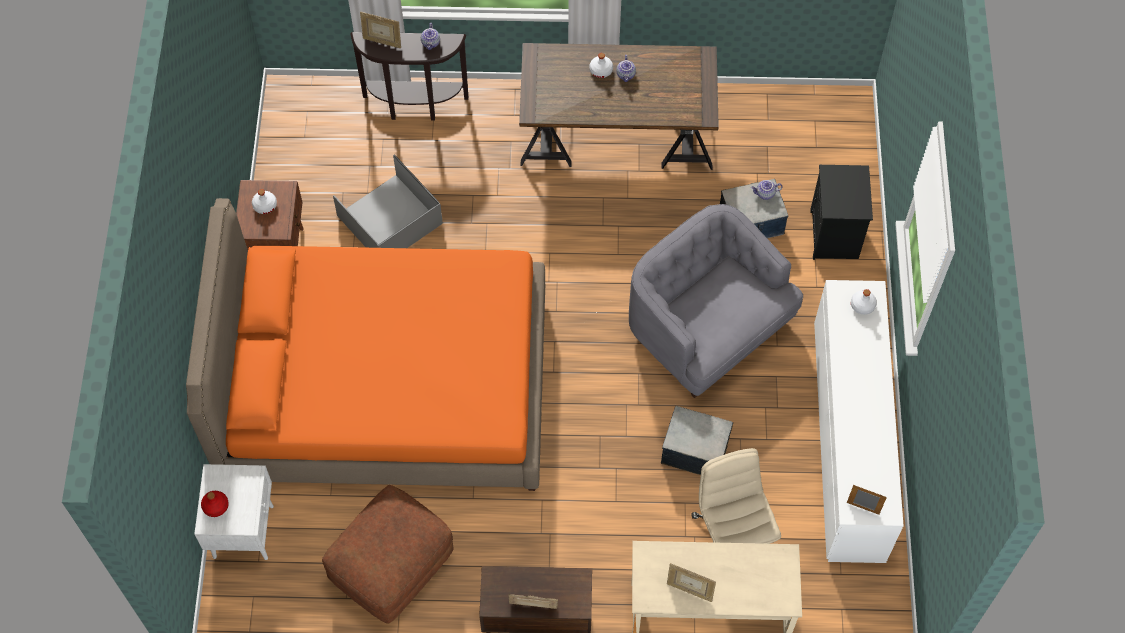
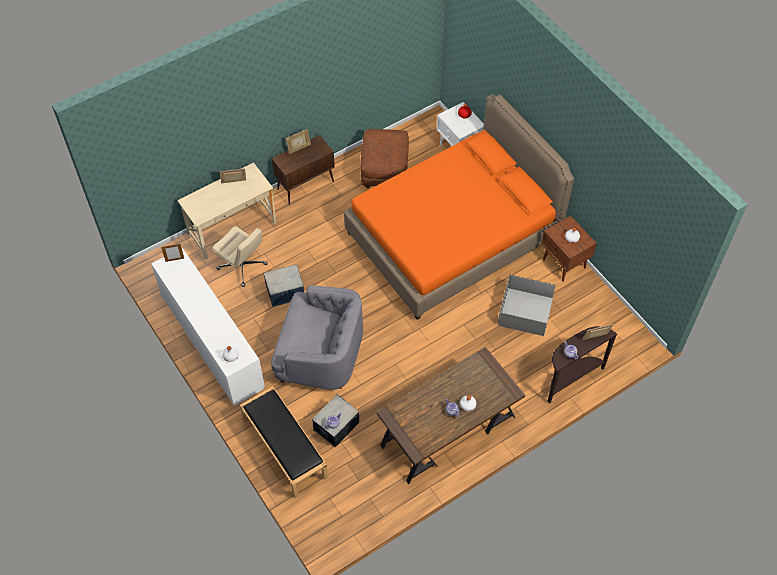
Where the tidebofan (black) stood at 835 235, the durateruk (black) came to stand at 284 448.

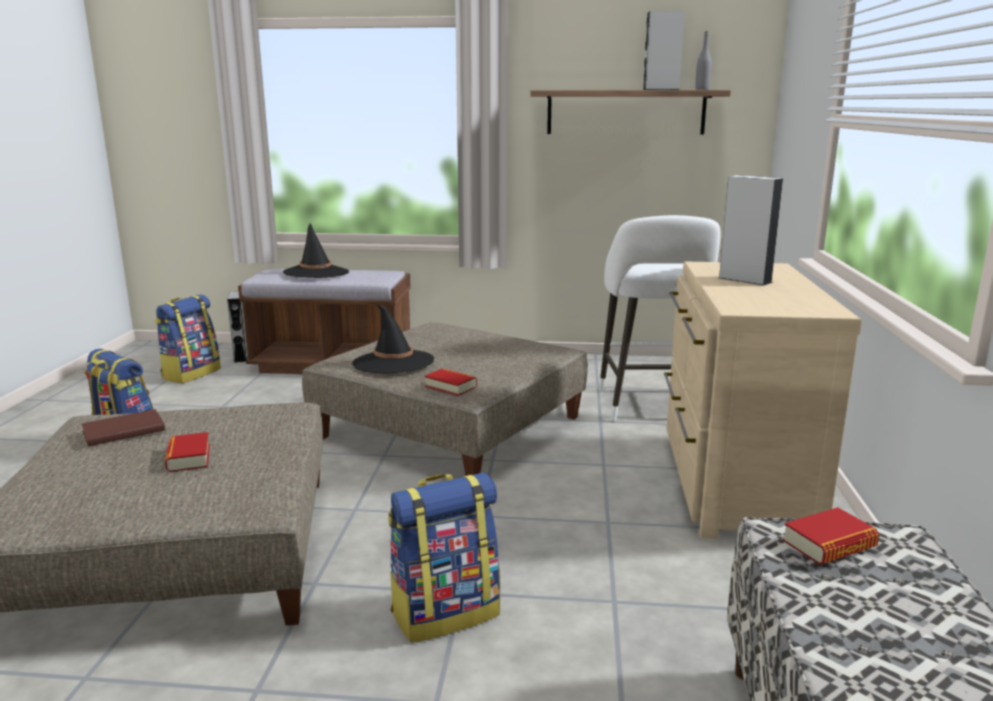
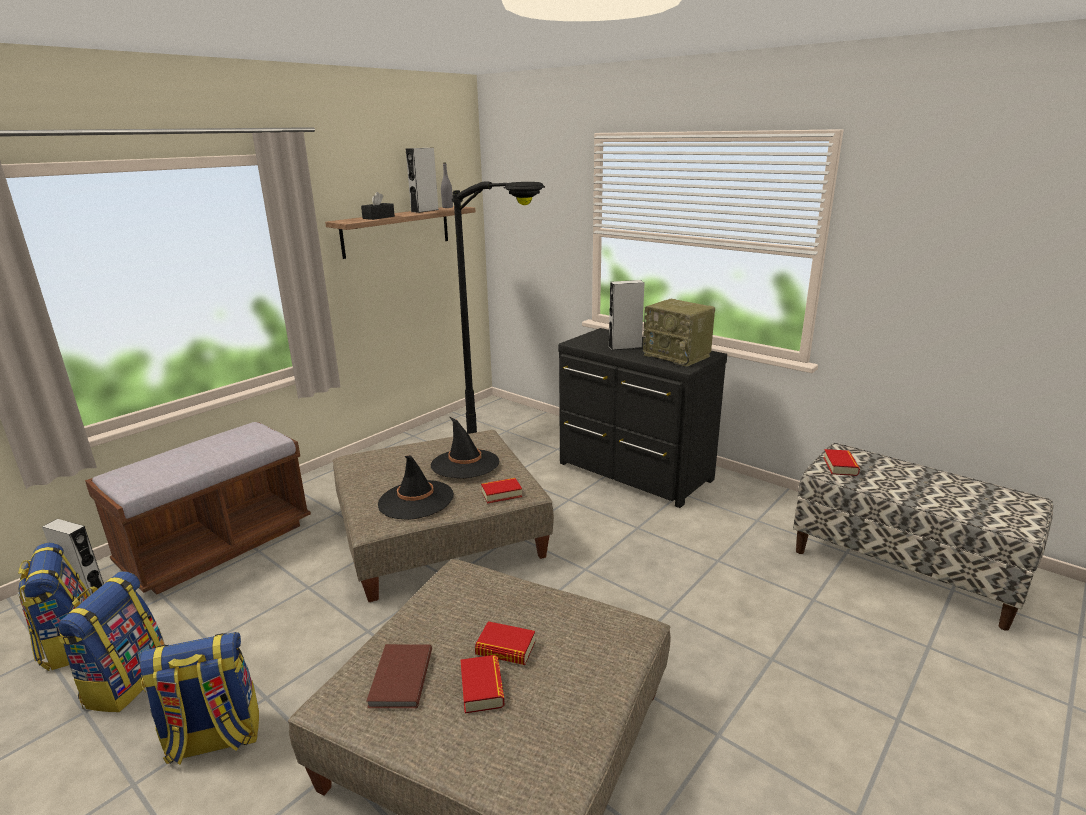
Where the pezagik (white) stood at 649 407, the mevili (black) came to stand at 513 452.
The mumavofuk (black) ended up elsewhere, having gone from 316 273 to 465 464.
What was the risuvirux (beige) at 731 483 turned into the risuvirux (black) at 633 473.
The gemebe ended up elsewhere, having gone from 445 612 to 126 681.
The second view gained the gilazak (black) at 378 217.
The second view gained the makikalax at 678 356.
The second view gained the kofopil at 482 688.

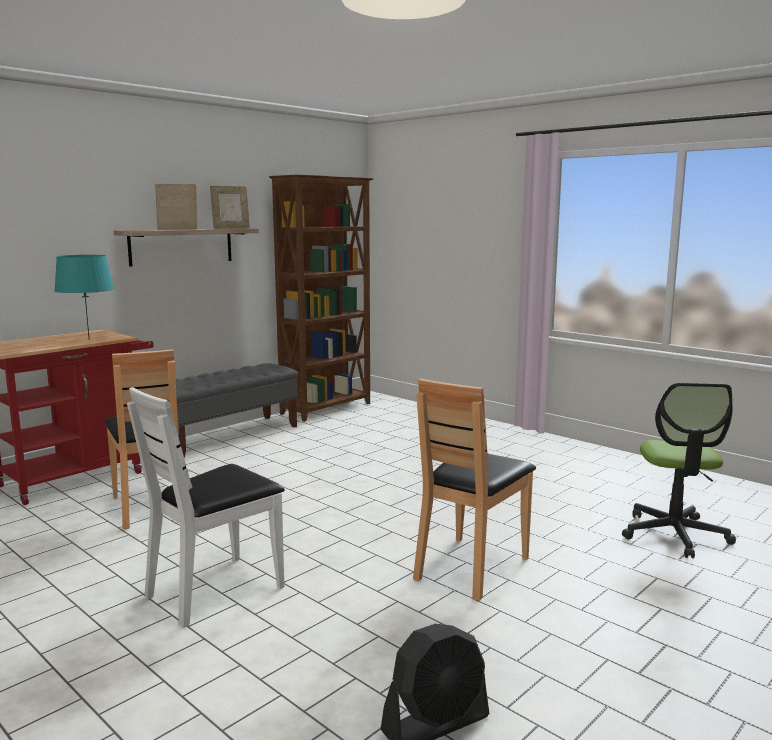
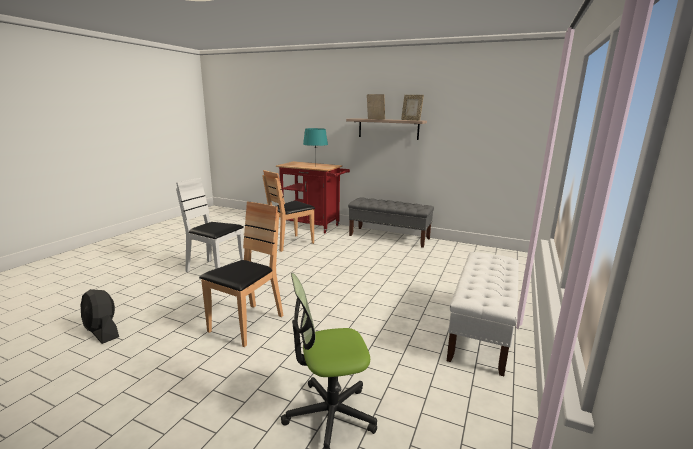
The second view lost the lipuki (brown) at 327 409.
The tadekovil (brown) at 471 567 ended up facing another way, 105 degrees clockwise from before.
The second view gained the durateruk (white) at 481 330.

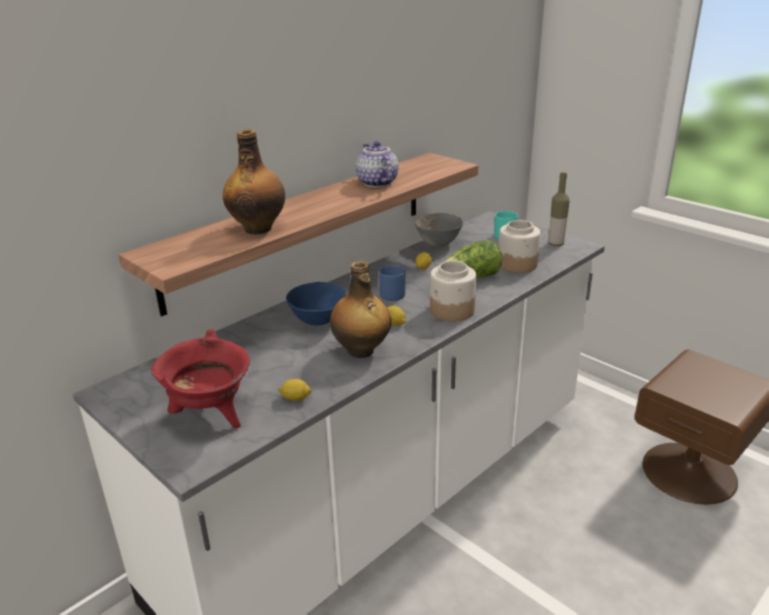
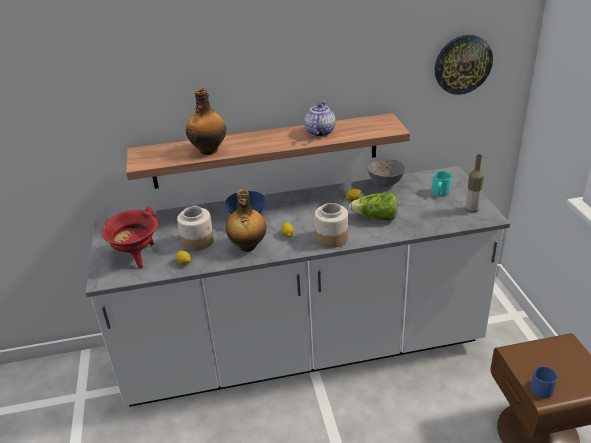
The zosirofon ended up elsewhere, having gone from 517 264 to 198 241.
The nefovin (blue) ended up elsewhere, having gone from 391 293 to 541 388.
The second view gained the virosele at 462 64.

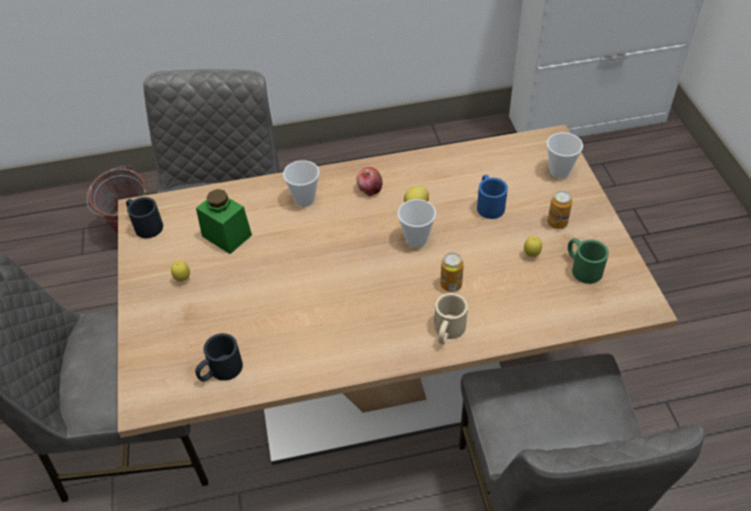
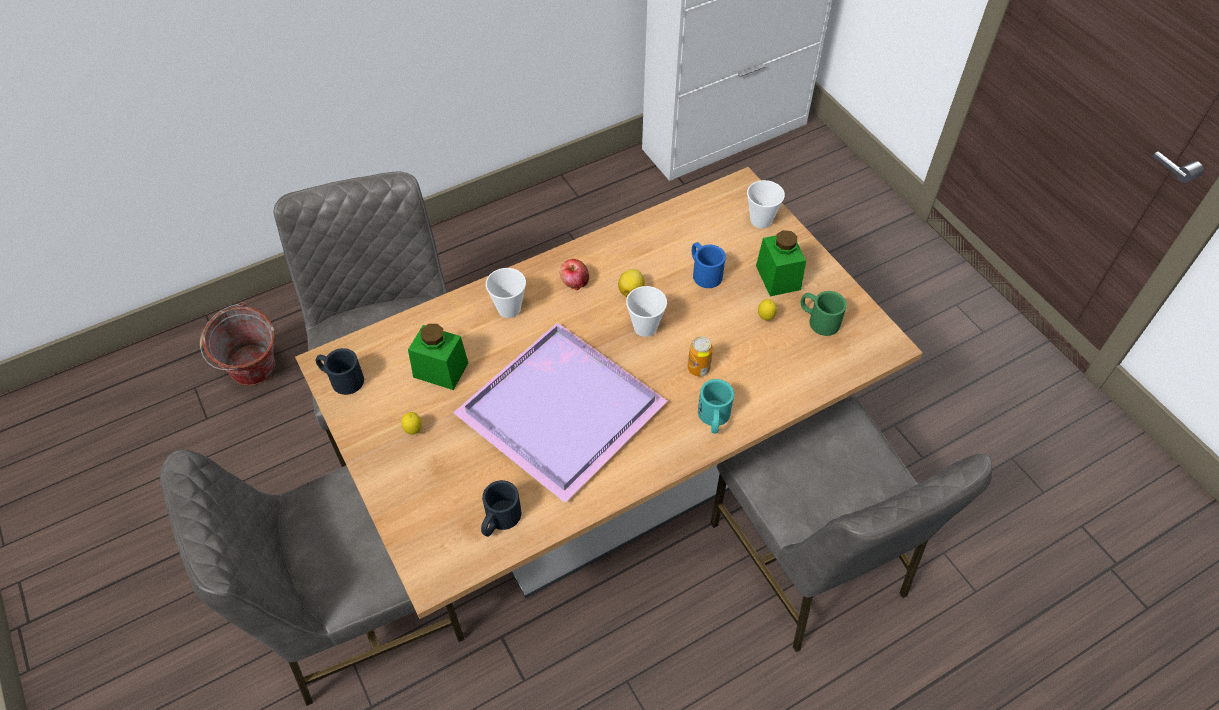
Where the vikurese stood at 557 223, the zosirofon (green) came to stand at 778 277.
What was the nefovin (beige) at 447 332 turned into the nefovin (turquoise) at 714 419.
The second view gained the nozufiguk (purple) at 560 407.

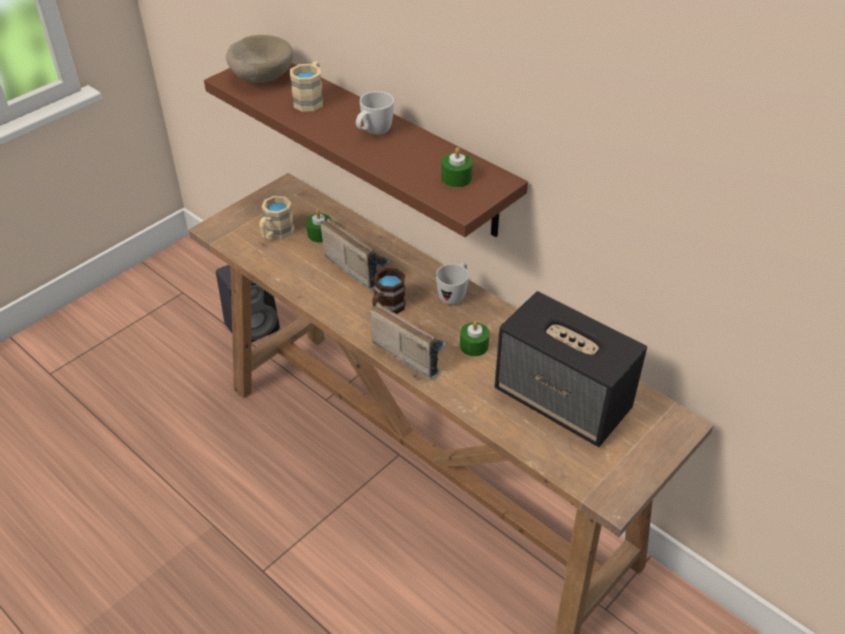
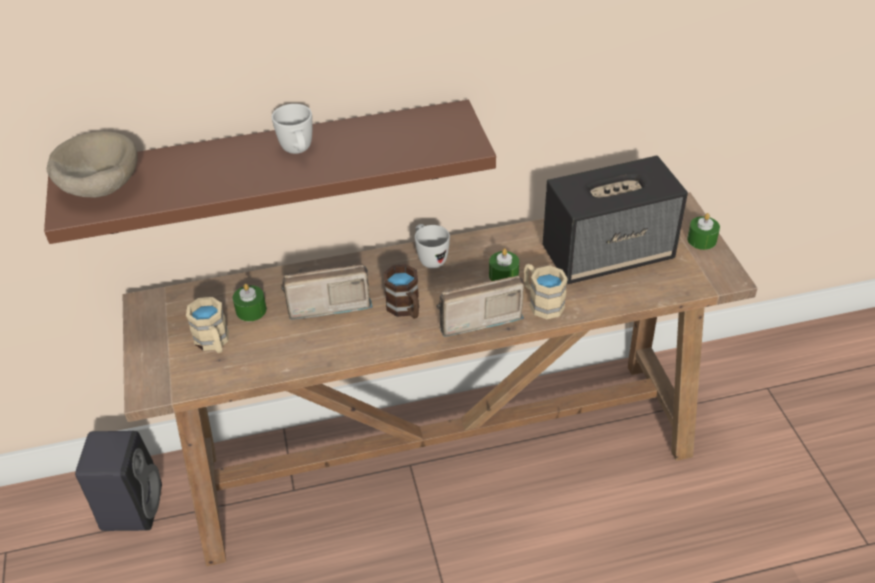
The nefovin (beige) ended up elsewhere, having gone from 311 99 to 541 302.
The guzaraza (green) ended up elsewhere, having gone from 456 178 to 701 240.

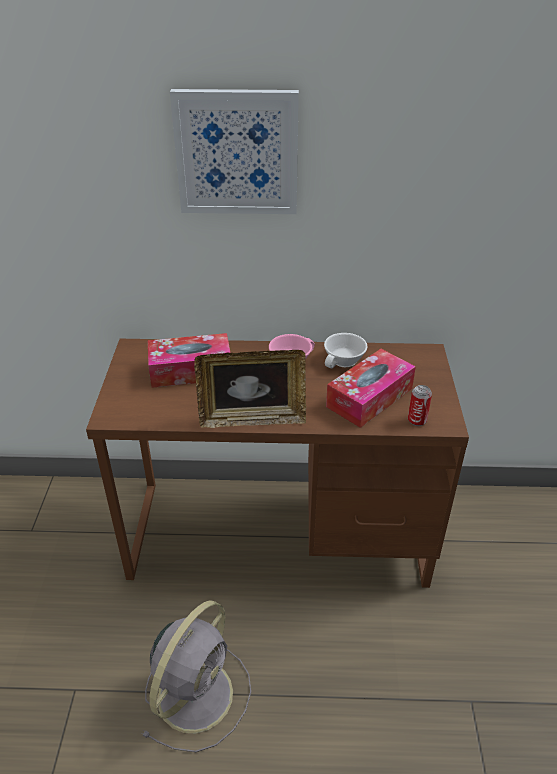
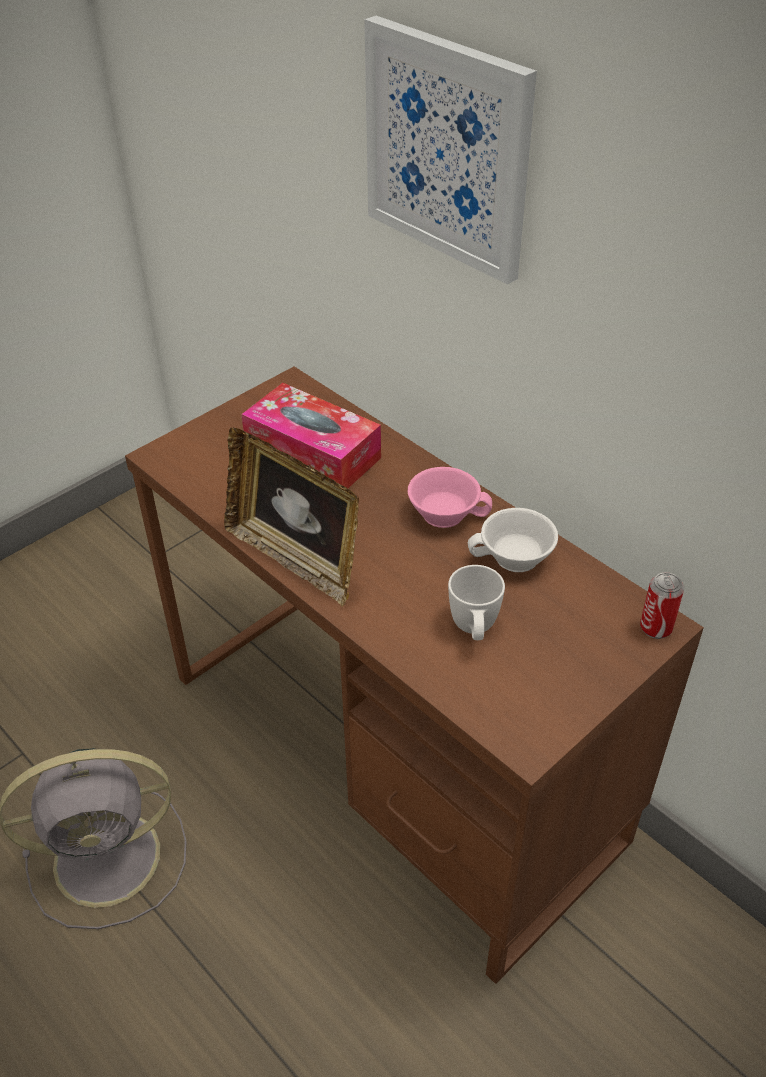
Where the gilazak stood at 369 397, the nefovin (white) came to stand at 474 630.
The vikurese ended up elsewhere, having gone from 417 420 to 655 628.

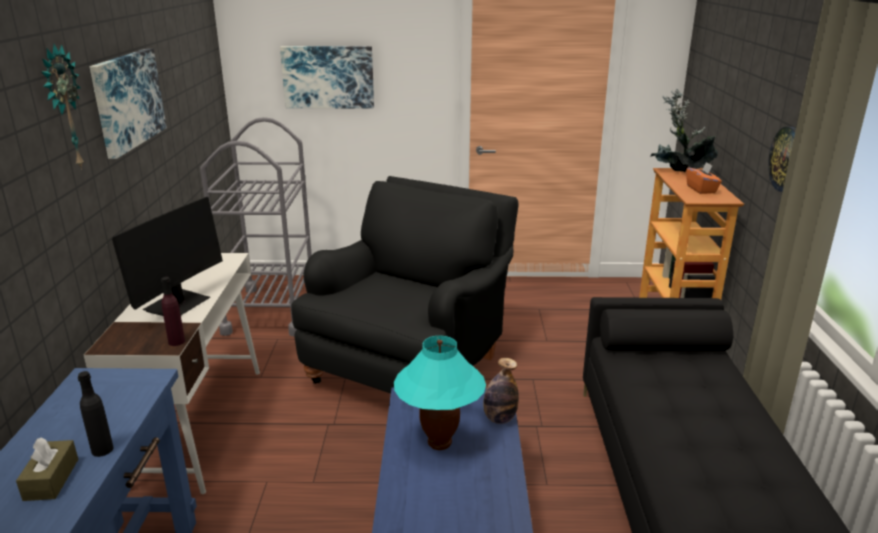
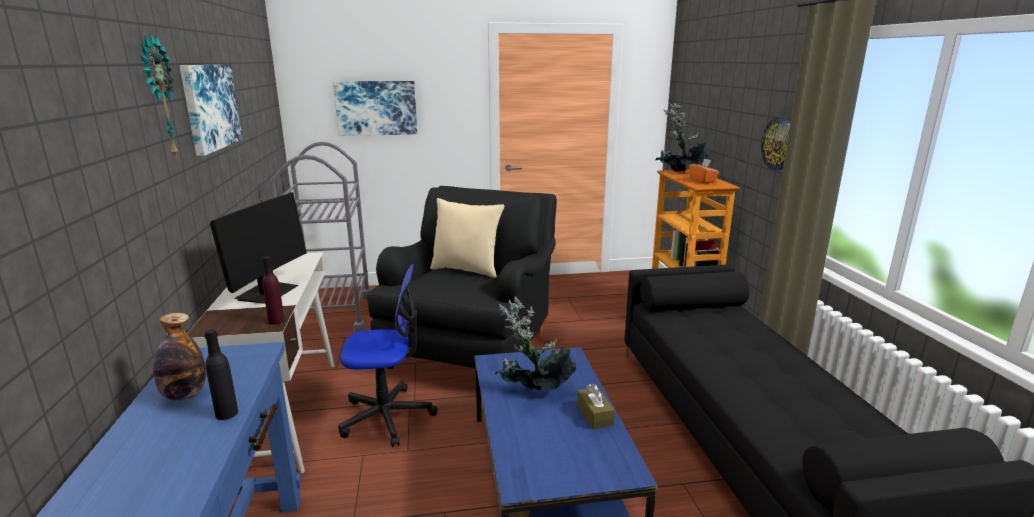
Where the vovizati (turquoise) stood at 439 443, the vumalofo came to stand at 532 394.
The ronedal ended up elsewhere, having gone from 499 419 to 184 395.
The gilazak (brown) ended up elsewhere, having gone from 51 479 to 594 415.
The second view gained the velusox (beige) at 466 270.
The second view gained the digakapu at 387 416.

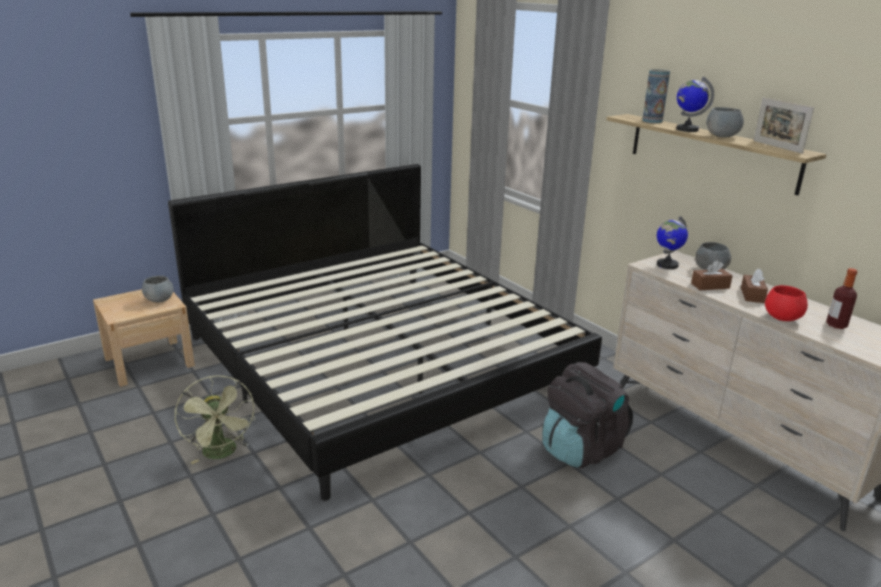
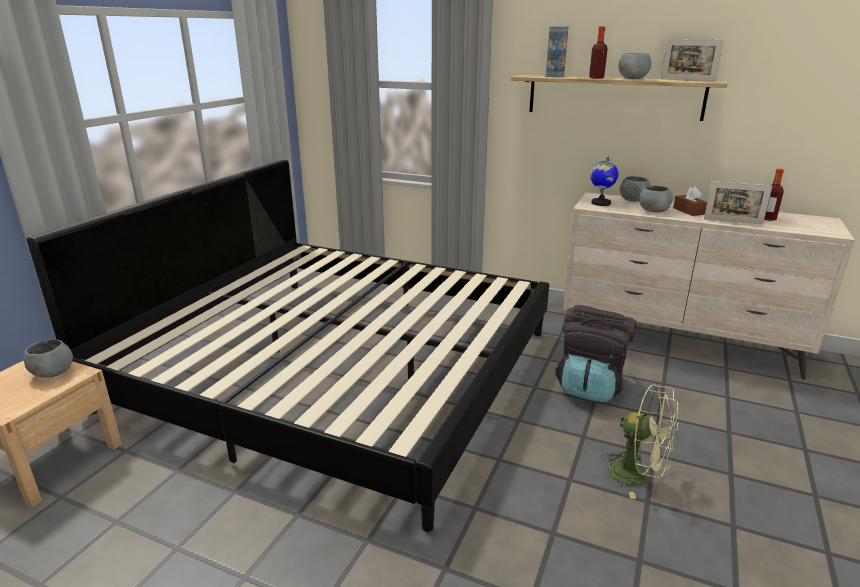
Where the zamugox stood at 686 129, the ronedal came to stand at 596 78.
Where the gilazak (brown) stood at 710 286, the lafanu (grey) came to stand at 653 211.
Where the lafanu (red) stood at 782 318, the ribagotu came to stand at 733 221.
The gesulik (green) ended up elsewhere, having gone from 222 454 to 637 476.

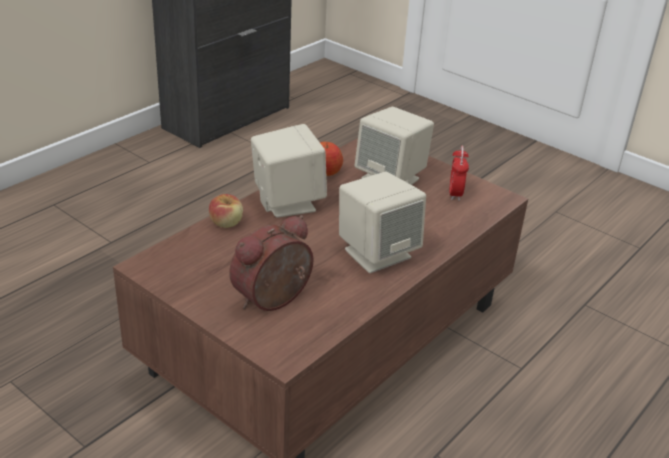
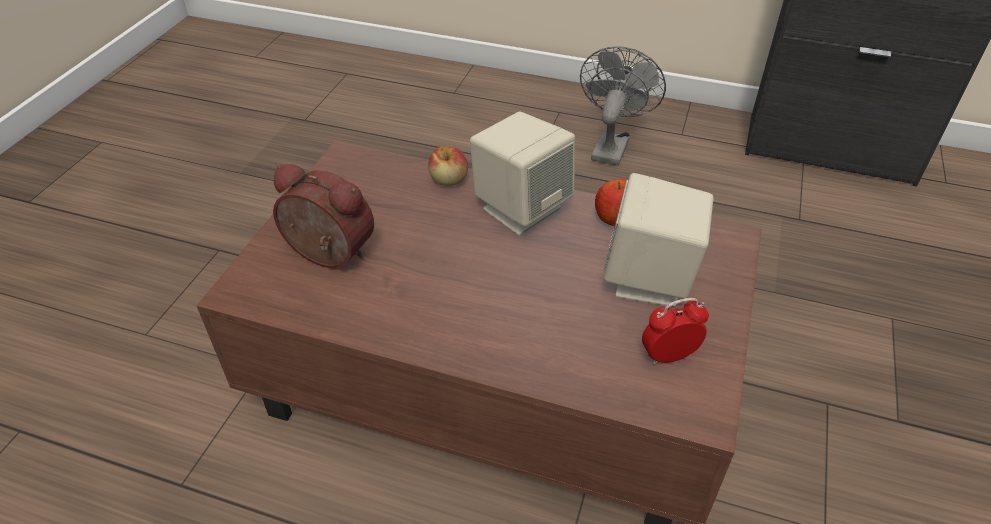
The second view lost the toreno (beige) at 377 253.
The second view gained the gesulik (grey) at 611 145.

